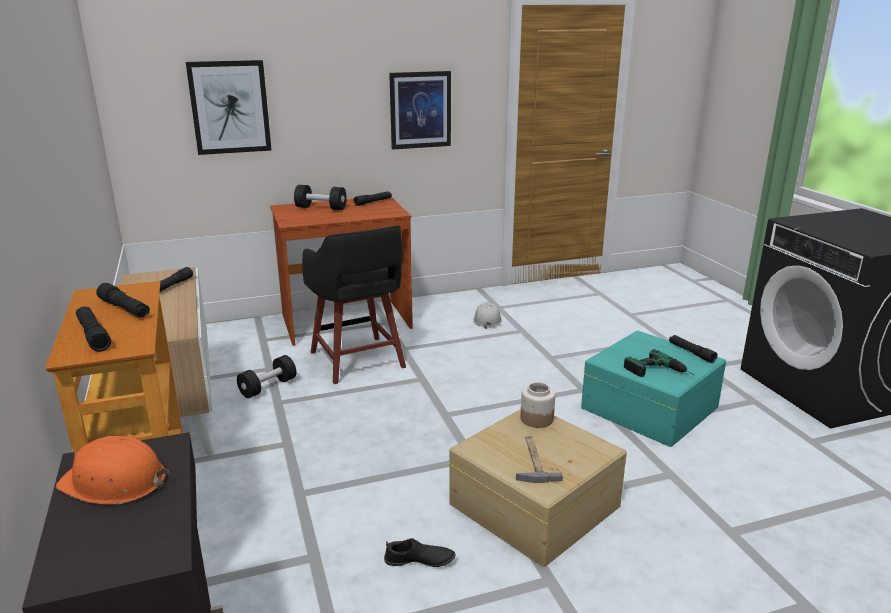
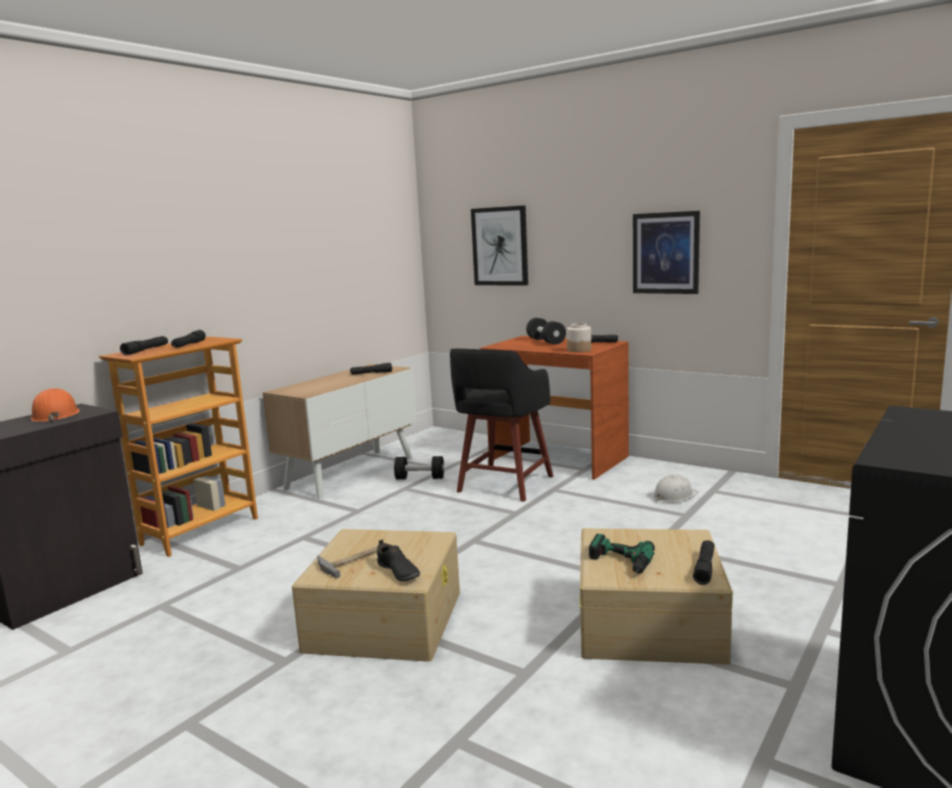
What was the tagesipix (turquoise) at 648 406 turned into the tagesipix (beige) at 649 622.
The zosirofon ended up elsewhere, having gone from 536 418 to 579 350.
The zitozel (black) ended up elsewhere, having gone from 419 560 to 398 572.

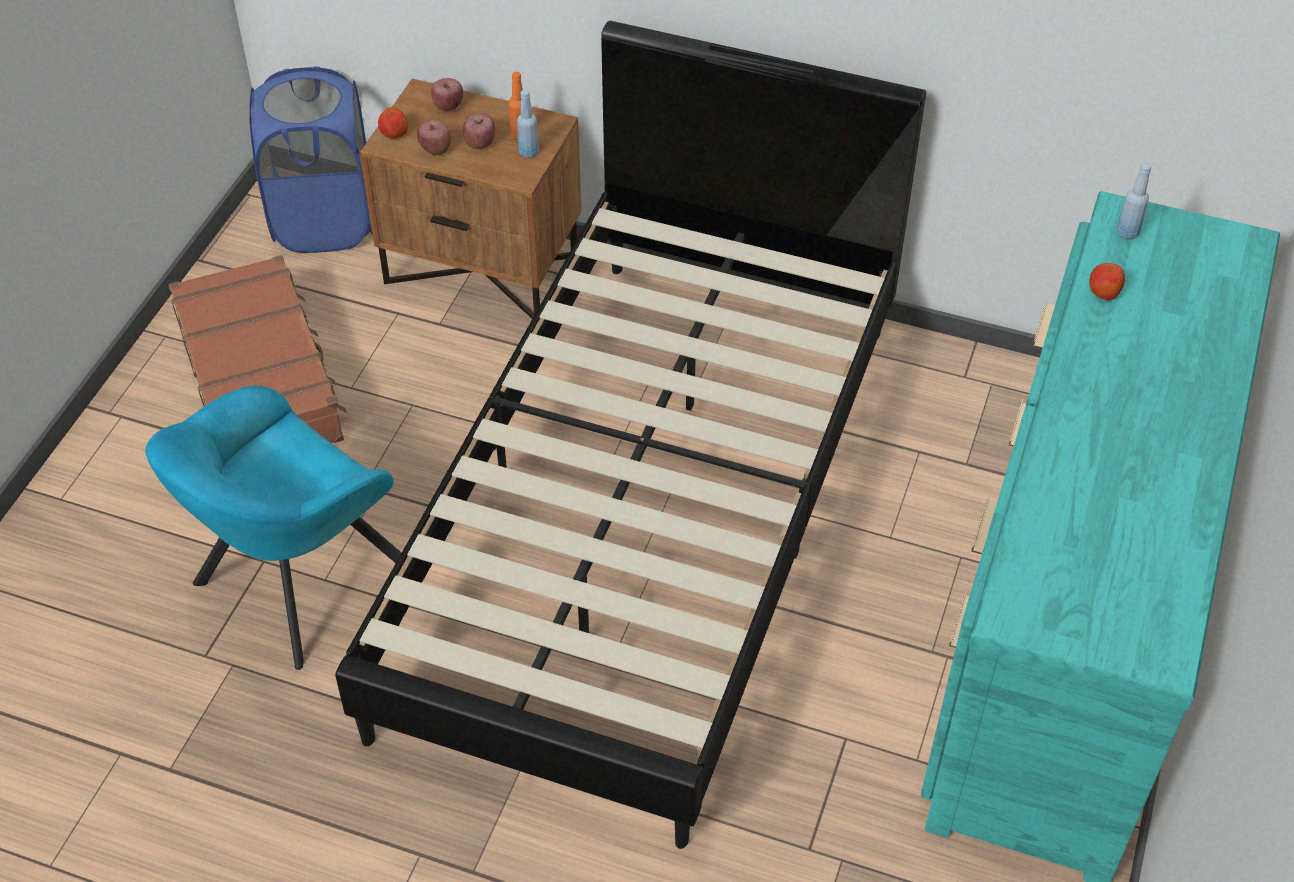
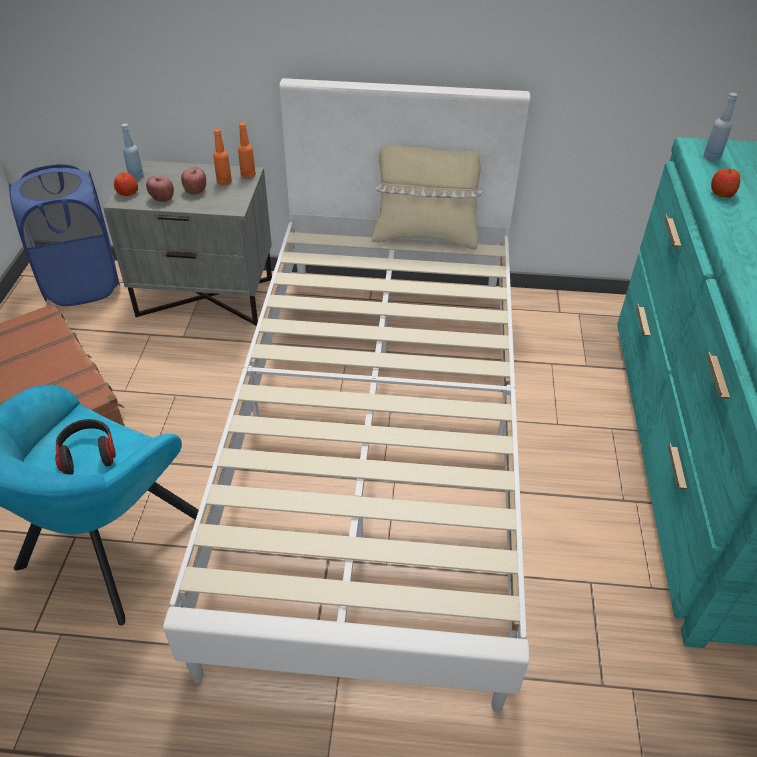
What was the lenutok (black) at 647 516 turned into the lenutok (white) at 377 442.
What was the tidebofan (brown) at 483 268 turned into the tidebofan (grey) at 206 296.
The second view lost the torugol at 448 106.
The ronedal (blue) ended up elsewhere, having gone from 528 152 to 136 177.
The second view gained the ronedal (orange) at 248 175.
The second view gained the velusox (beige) at 424 236.
The second view gained the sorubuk at 88 454.

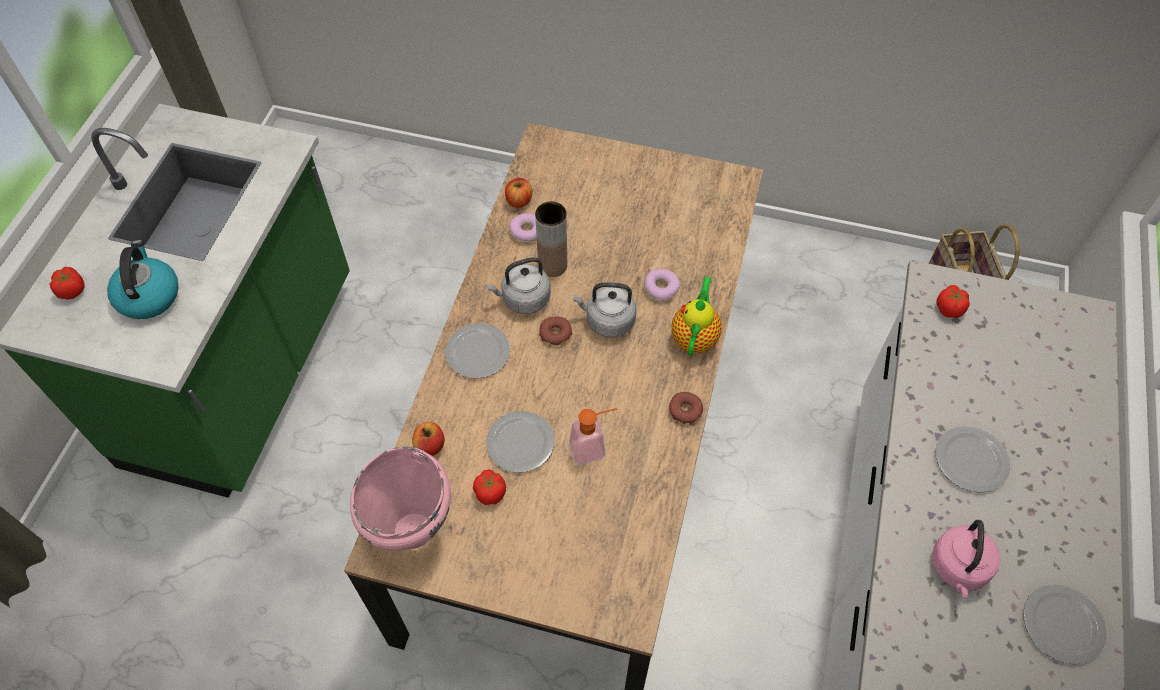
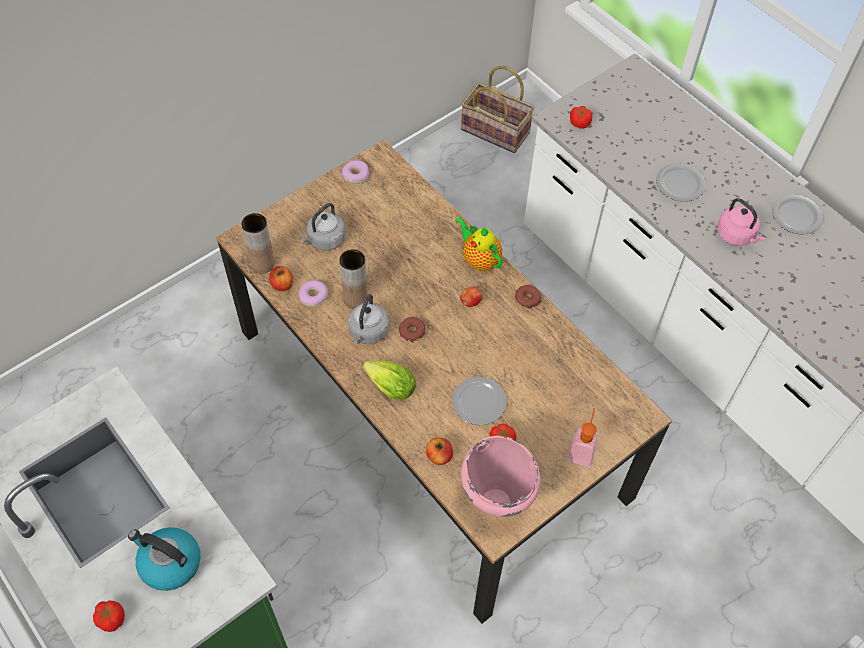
The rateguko ended up elsewhere, having gone from 661 288 to 355 175.
The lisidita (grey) ended up elsewhere, having gone from 607 321 to 325 240.
Where the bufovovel stood at 477 353, the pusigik came to stand at 388 386.
The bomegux ended up elsewhere, having gone from 593 447 to 582 449.
The second view gained the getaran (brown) at 263 264.
The second view gained the torugol at 470 302.

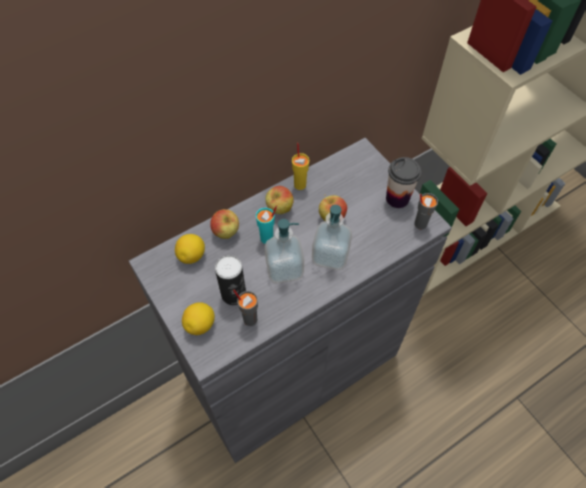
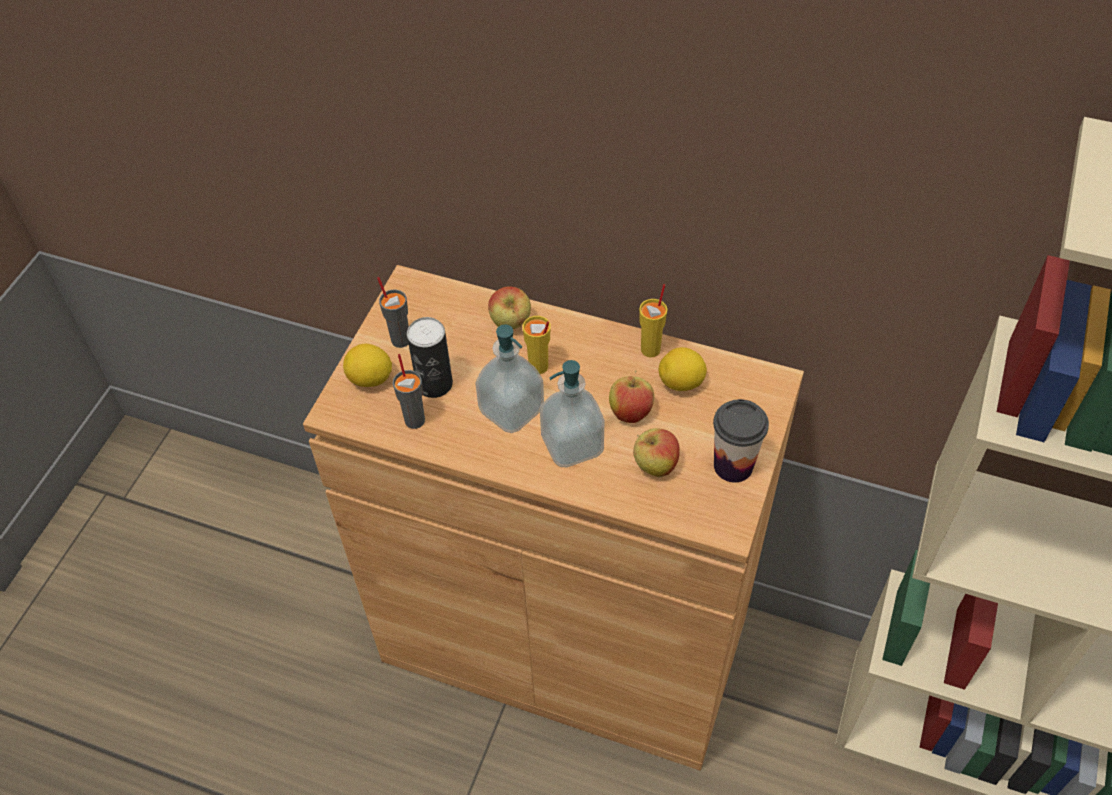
What was the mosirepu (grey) at 293 367 turned into the mosirepu (brown) at 564 640.
The torugol ended up elsewhere, having gone from 279 209 to 655 466.
The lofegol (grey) ended up elsewhere, having gone from 420 224 to 400 339.
What was the lofegol (turquoise) at 267 238 turned into the lofegol (yellow) at 538 367.
The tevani ended up elsewhere, having gone from 192 256 to 681 383.

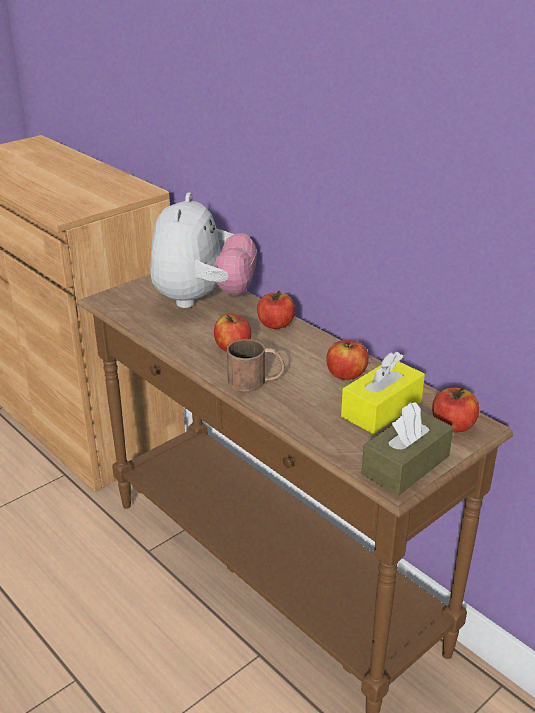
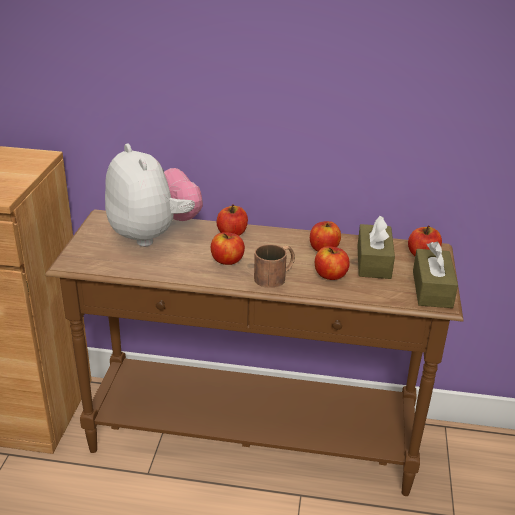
What was the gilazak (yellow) at 381 409 turned into the gilazak (brown) at 373 262.
The second view gained the torugol at 330 275.

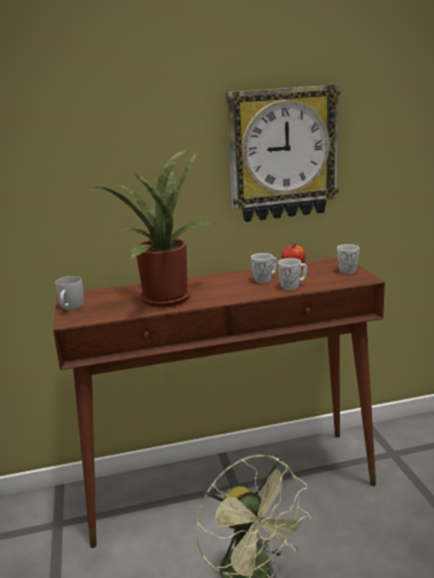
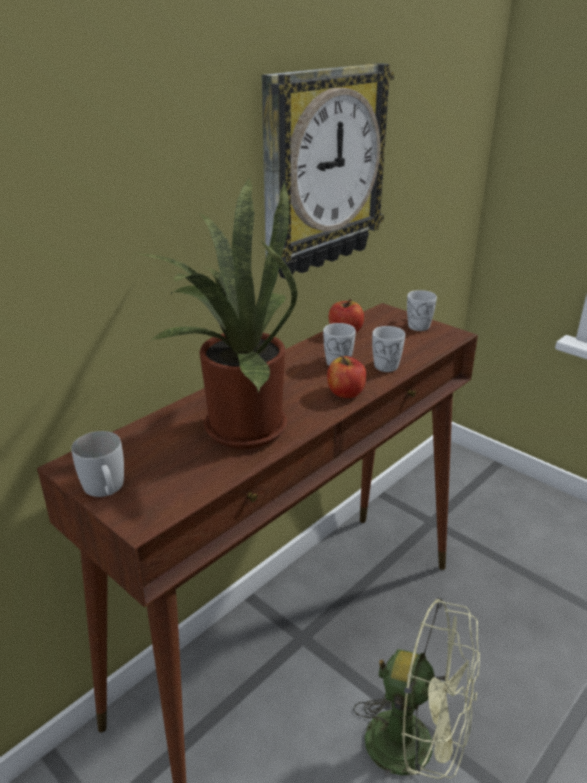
The second view gained the torugol at 346 393.

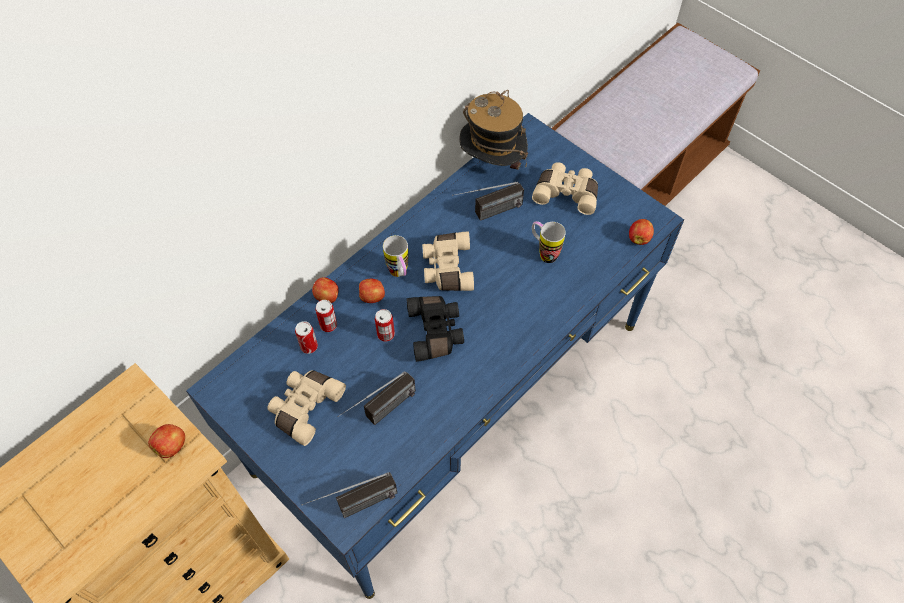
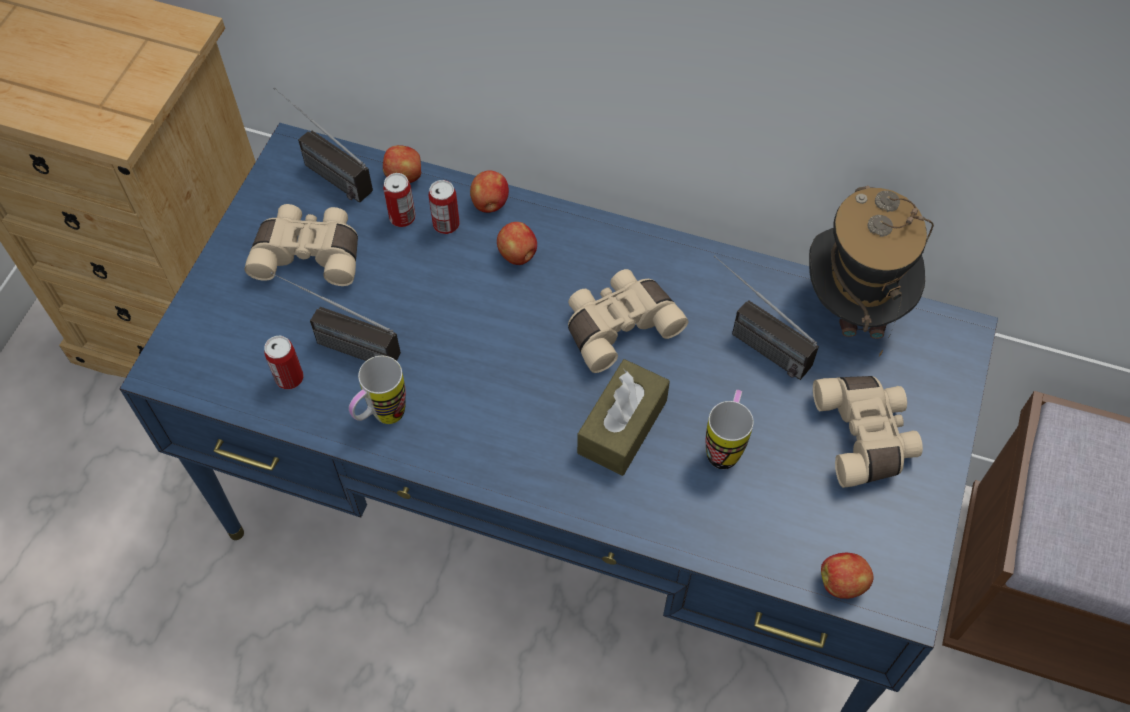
The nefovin ended up elsewhere, having gone from 400 274 to 381 418.
The second view lost the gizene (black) at 436 332.
The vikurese ended up elsewhere, having gone from 386 334 to 289 378.
The torugol ended up elsewhere, having gone from 172 446 to 405 176.
The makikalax ended up elsewhere, having gone from 354 508 to 322 169.
The second view gained the gilazak (brown) at 622 427.

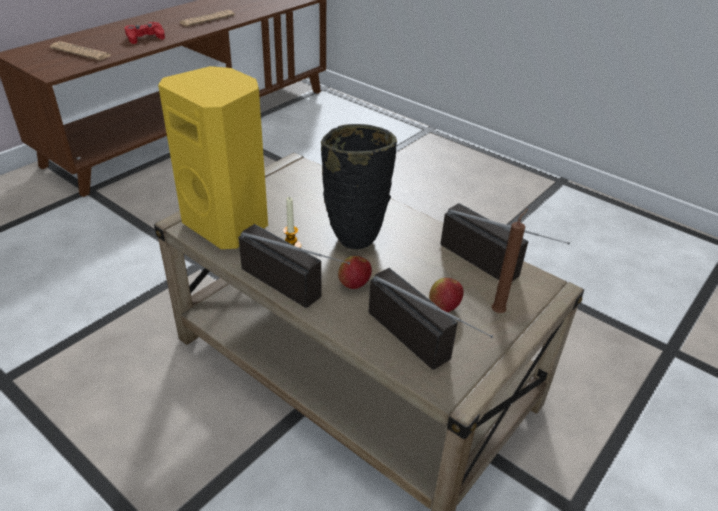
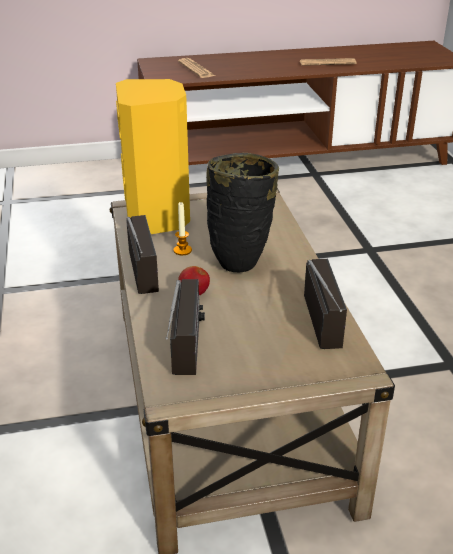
The second view lost the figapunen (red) at 145 37.
The second view lost the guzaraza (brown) at 499 311.
The second view lost the torugol at 444 307.

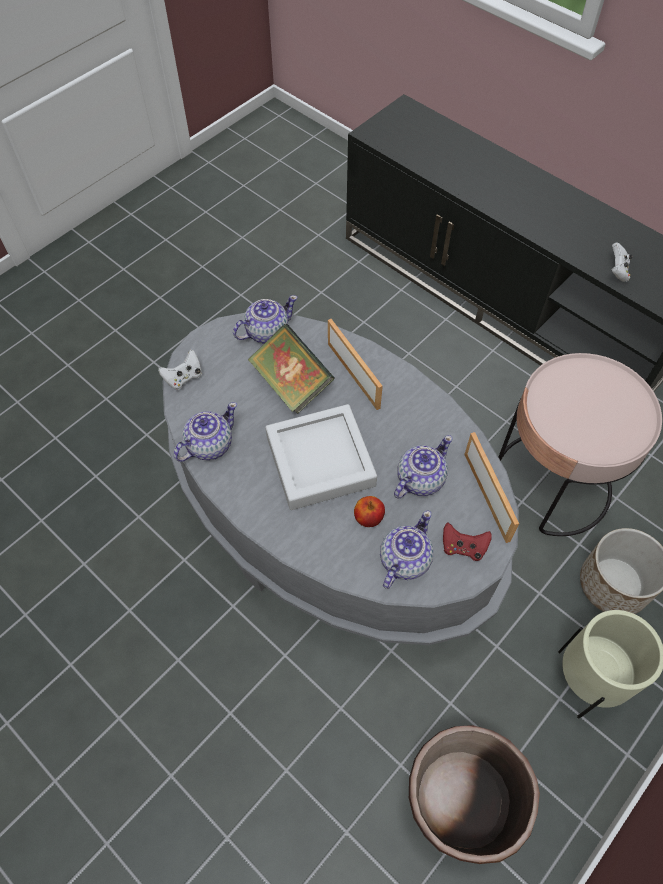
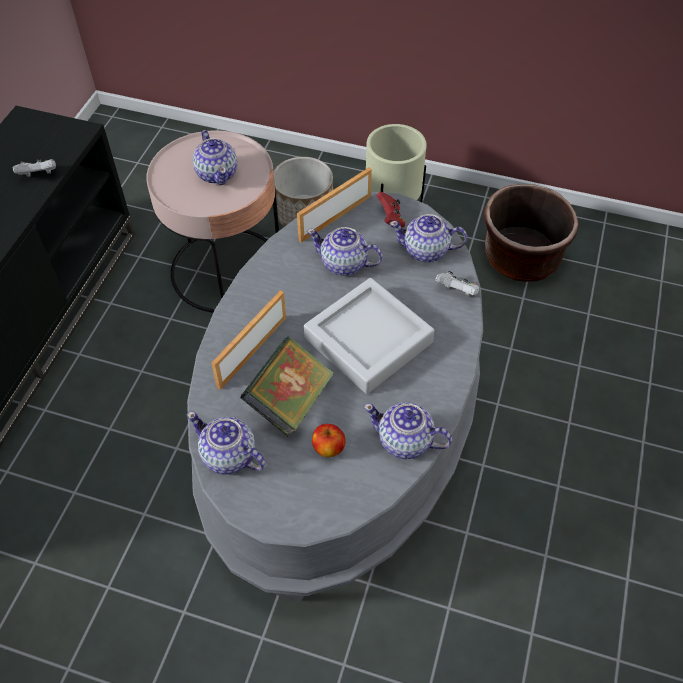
The figapunen (white) ended up elsewhere, having gone from 184 378 to 457 292.
The torugol ended up elsewhere, having gone from 368 518 to 329 448.
The second view gained the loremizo at 217 173.

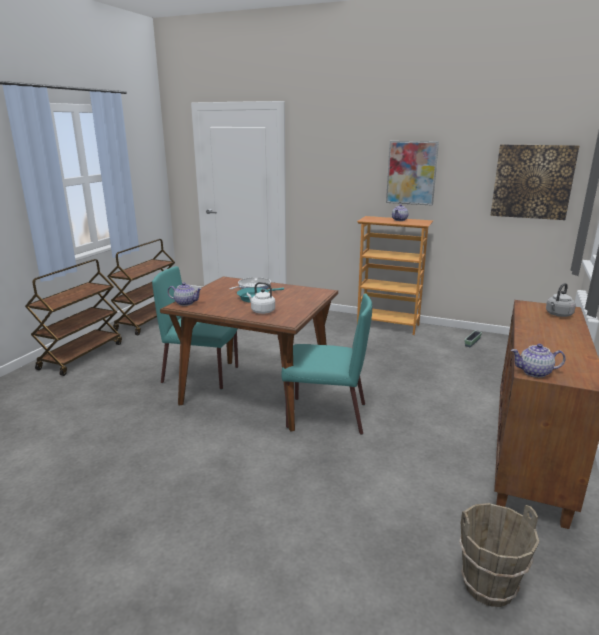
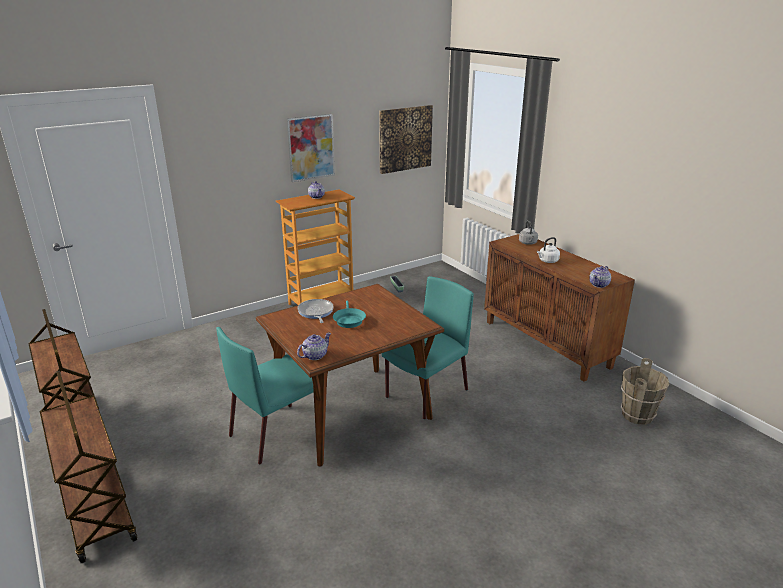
The lisidita (white) ended up elsewhere, having gone from 261 311 to 547 261.

